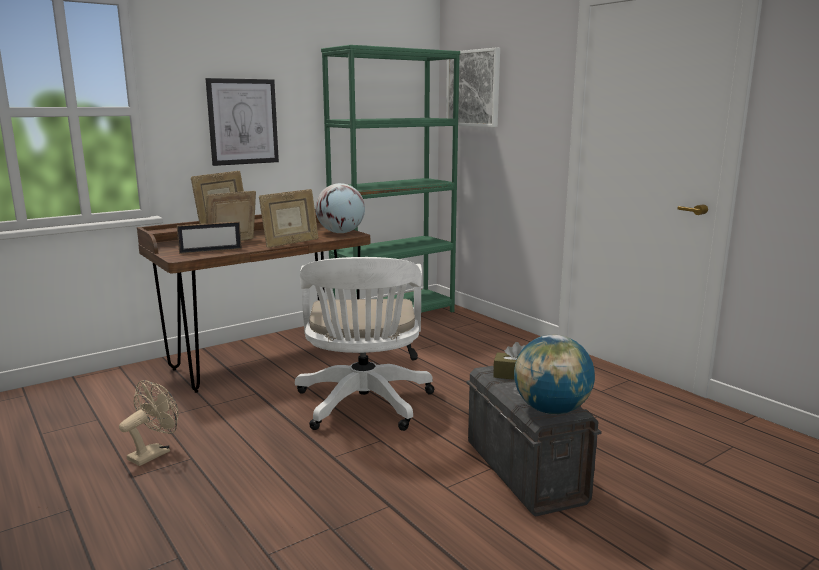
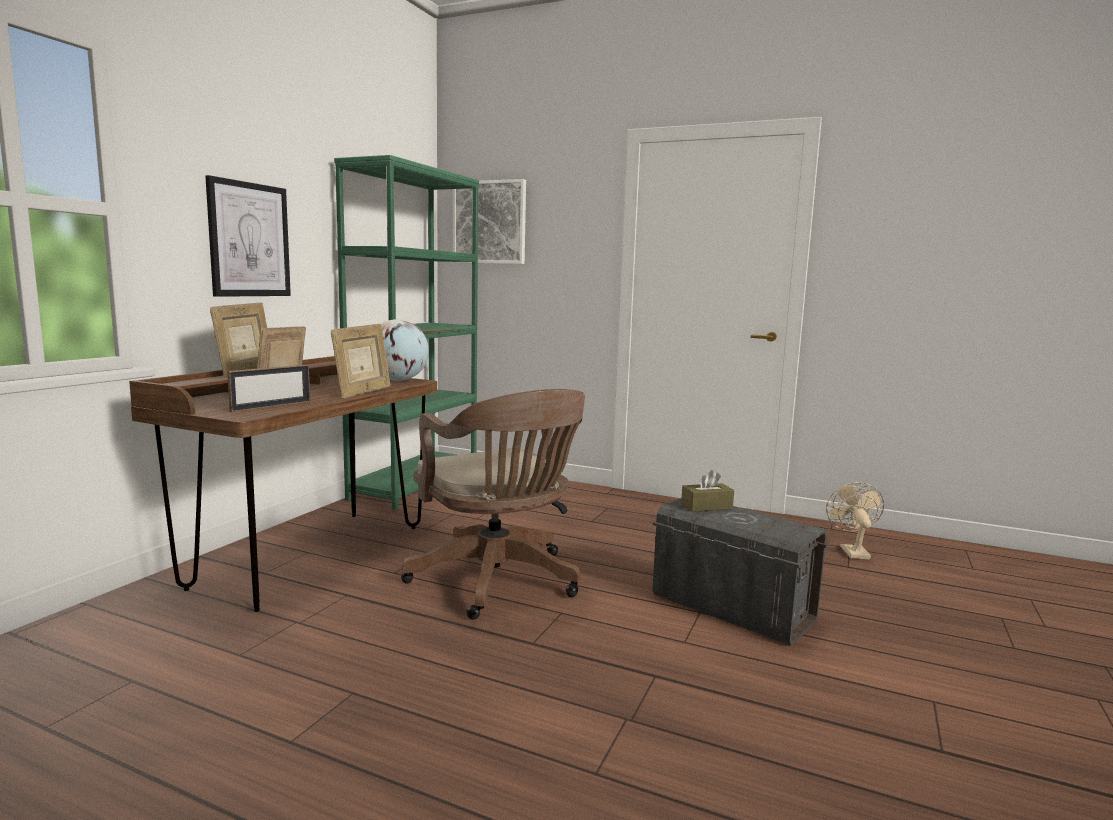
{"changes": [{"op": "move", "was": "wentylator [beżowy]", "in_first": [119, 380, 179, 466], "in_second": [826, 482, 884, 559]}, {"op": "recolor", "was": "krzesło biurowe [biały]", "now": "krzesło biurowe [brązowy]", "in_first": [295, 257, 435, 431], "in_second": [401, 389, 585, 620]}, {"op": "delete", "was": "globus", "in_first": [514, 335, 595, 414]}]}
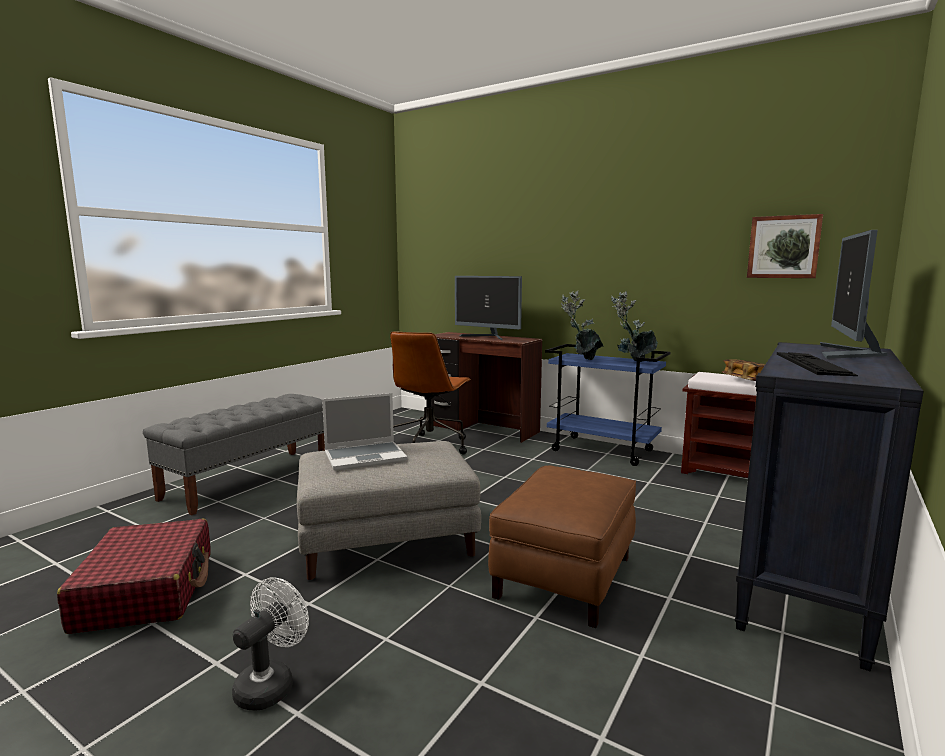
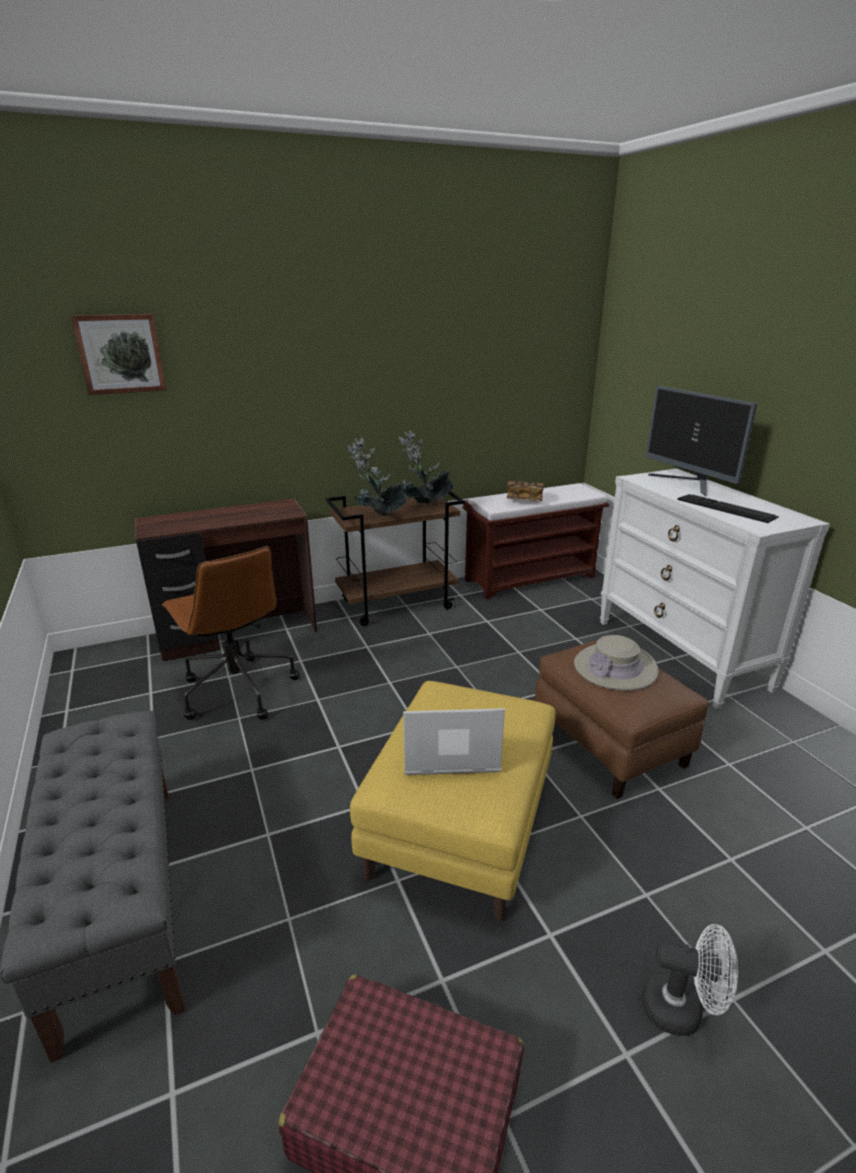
{"changes": [{"op": "rotate", "was": "wentylator [biały]", "in_first": [232, 577, 309, 710], "in_second": [641, 924, 738, 1036], "clockwise": 135}, {"op": "recolor", "was": "pufa [szary]", "now": "pufa [żółty]", "in_first": [297, 441, 481, 580], "in_second": [350, 681, 556, 920]}, {"op": "rotate", "was": "laptop", "in_first": [322, 393, 408, 471], "in_second": [403, 708, 505, 775], "clockwise": -105}, {"op": "delete", "was": "monitor", "in_first": [455, 276, 522, 340]}, {"op": "recolor", "was": "wózek [niebieski]", "now": "wózek [brązowy]", "in_first": [545, 344, 671, 466], "in_second": [325, 486, 465, 626]}, {"op": "recolor", "was": "komoda [czarny]", "now": "komoda [biały]", "in_first": [735, 342, 924, 671], "in_second": [600, 468, 830, 709]}, {"op": "move", "was": "obraz", "in_first": [747, 214, 823, 278], "in_second": [71, 314, 166, 395]}, {"op": "insert", "now": "kapelusz [beżowy]", "in_second": [574, 635, 658, 691]}]}
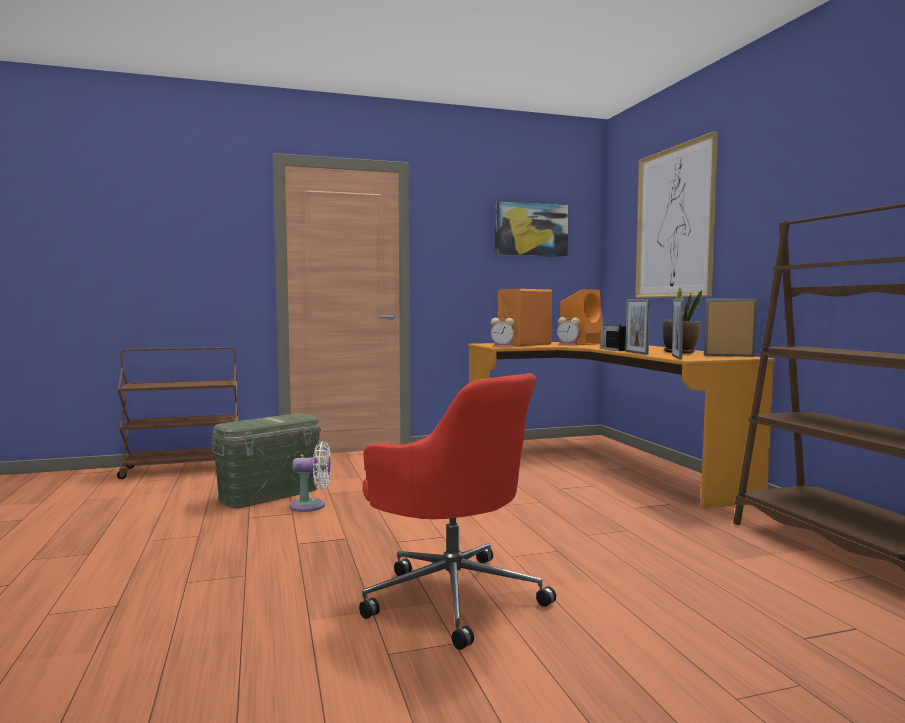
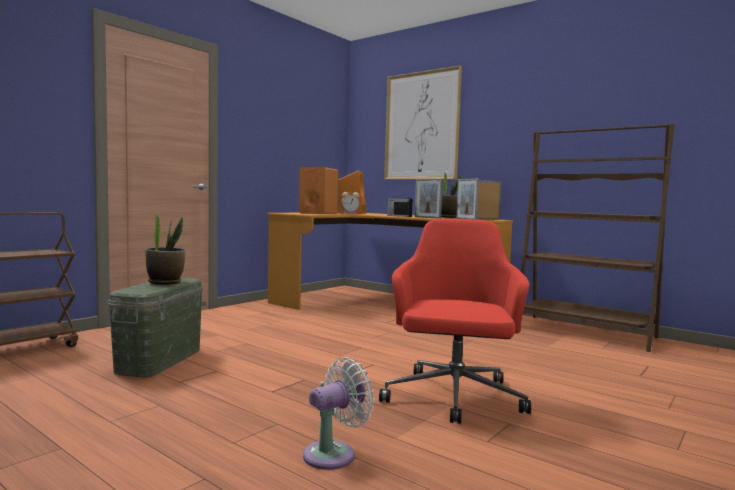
{"changes": [{"op": "move", "was": "wentylator [biały]", "in_first": [289, 442, 331, 512], "in_second": [303, 357, 375, 470]}, {"op": "rotate", "was": "krzesło biurowe [czerwony]", "in_first": [359, 374, 556, 650], "in_second": [379, 219, 531, 424], "clockwise": -90}, {"op": "delete", "was": "budzik", "in_first": [491, 318, 514, 347]}, {"op": "delete", "was": "obraz", "in_first": [495, 201, 568, 257]}, {"op": "insert", "now": "roślina doniczkowa", "in_second": [146, 213, 186, 285]}]}
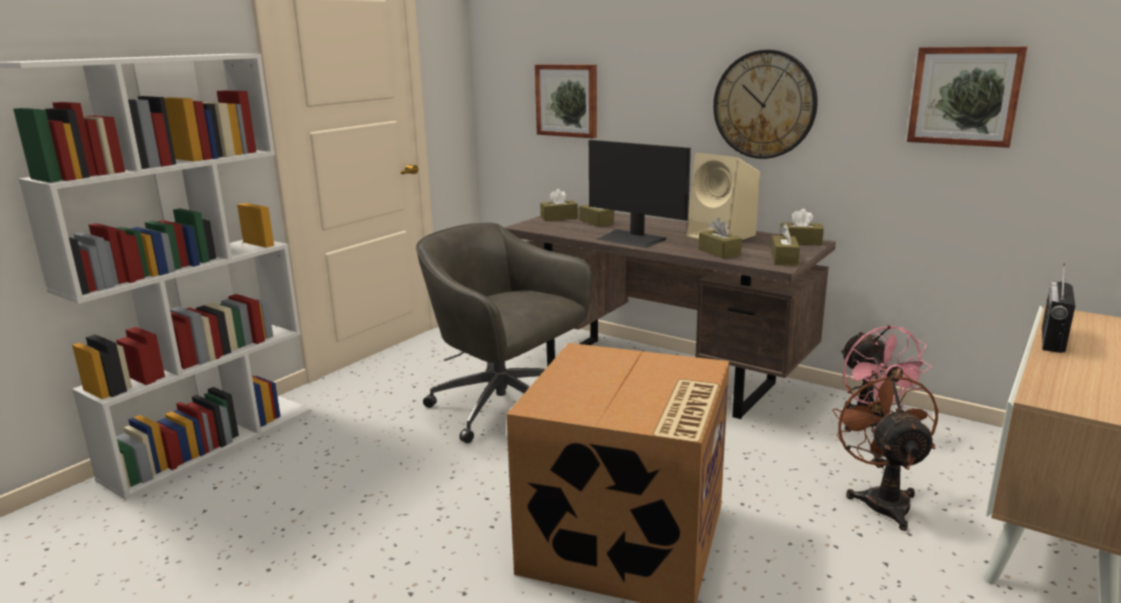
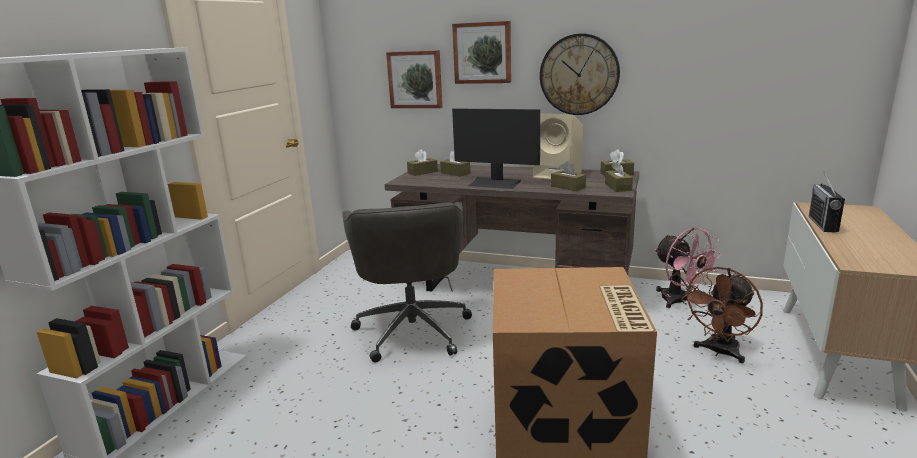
{"changes": [{"op": "rotate", "was": "krzesło biurowe [szary]", "in_first": [416, 222, 592, 443], "in_second": [342, 202, 472, 363], "clockwise": -120}, {"op": "rotate", "was": "wentylator [brązowy]", "in_first": [832, 370, 938, 531], "in_second": [681, 267, 763, 363], "clockwise": -120}, {"op": "move", "was": "obraz", "in_first": [907, 46, 1028, 148], "in_second": [452, 21, 511, 84]}]}
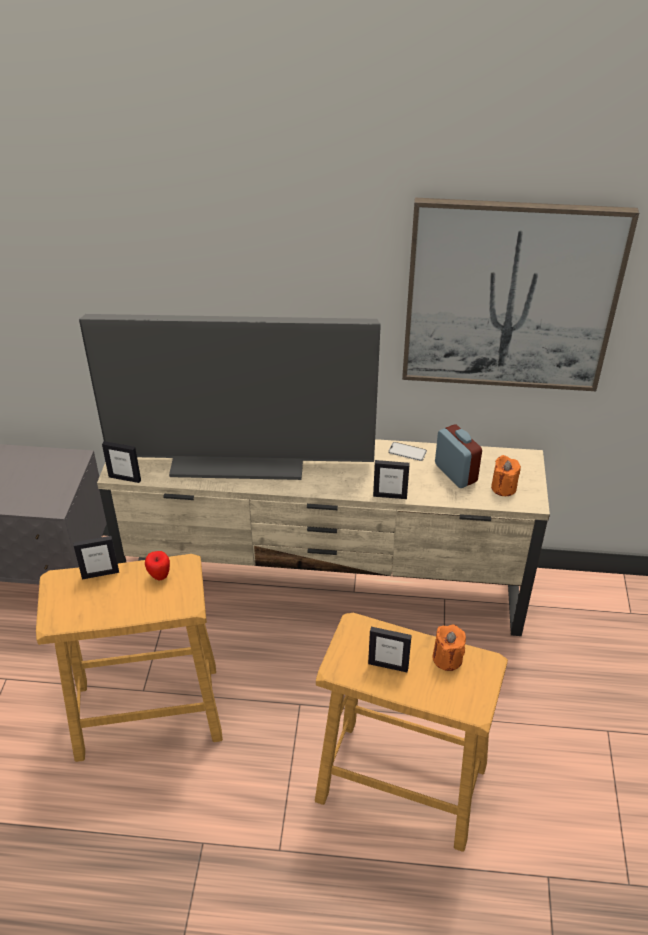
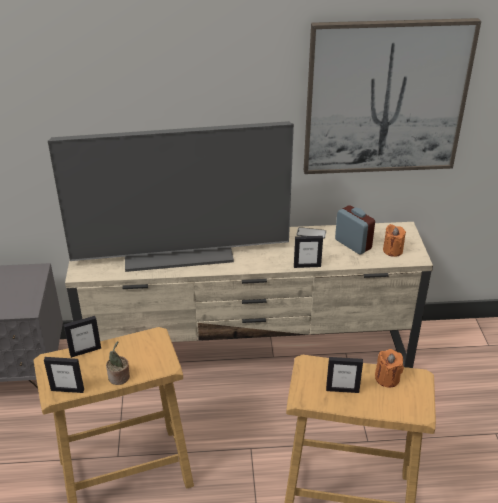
{"changes": [{"op": "move", "was": "ramka na zdjęcie", "in_first": [102, 441, 141, 483], "in_second": [44, 357, 84, 393]}, {"op": "delete", "was": "jabłko", "in_first": [145, 551, 170, 581]}, {"op": "insert", "now": "roślina doniczkowa", "in_second": [106, 341, 130, 385]}]}
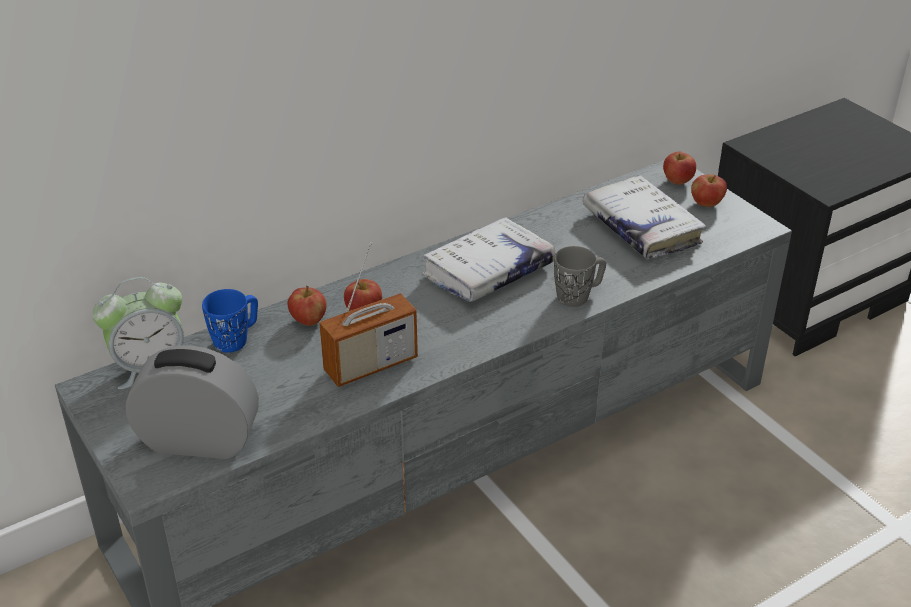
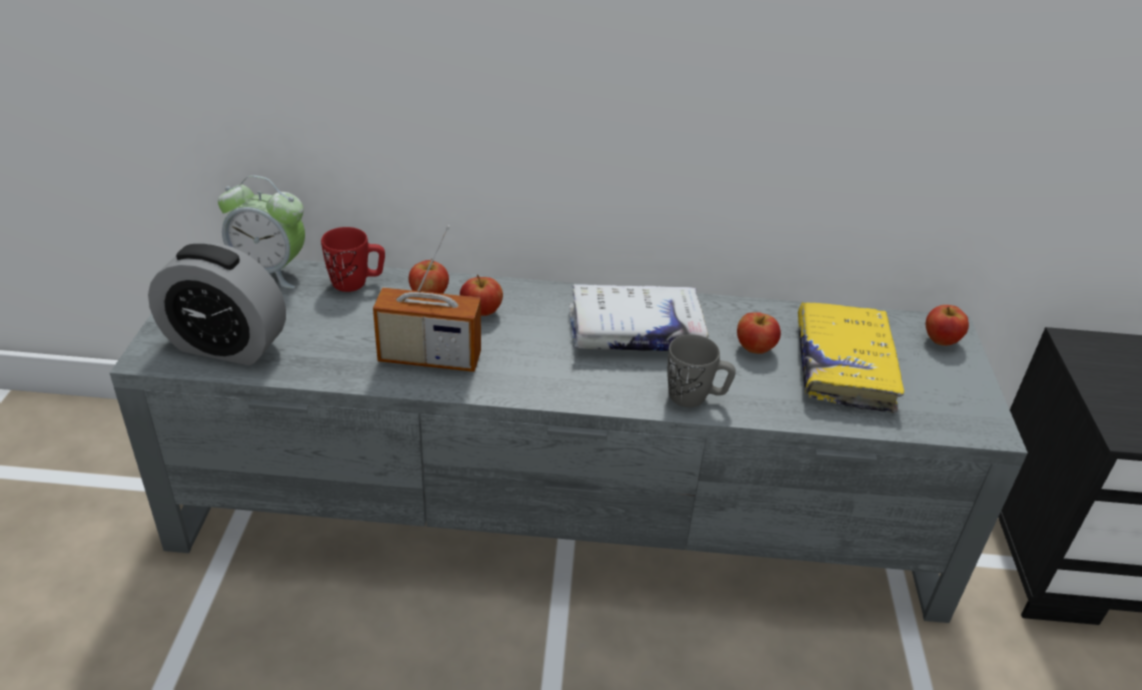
{"changes": [{"op": "rotate", "was": "budzik", "in_first": [126, 345, 259, 459], "in_second": [148, 242, 286, 366], "clockwise": 150}, {"op": "recolor", "was": "kubek [niebieski]", "now": "kubek [czerwony]", "in_first": [202, 289, 258, 353], "in_second": [321, 227, 385, 292]}, {"op": "recolor", "was": "książka [biały]", "now": "książka [żółty]", "in_first": [582, 175, 706, 259], "in_second": [798, 302, 904, 413]}, {"op": "move", "was": "jabłko", "in_first": [691, 174, 727, 207], "in_second": [737, 312, 781, 354]}]}
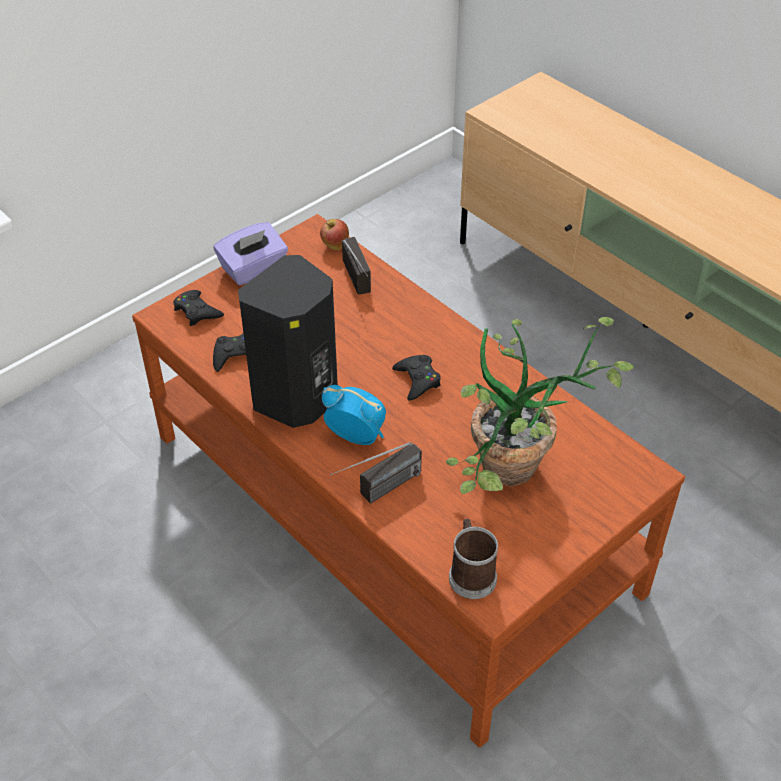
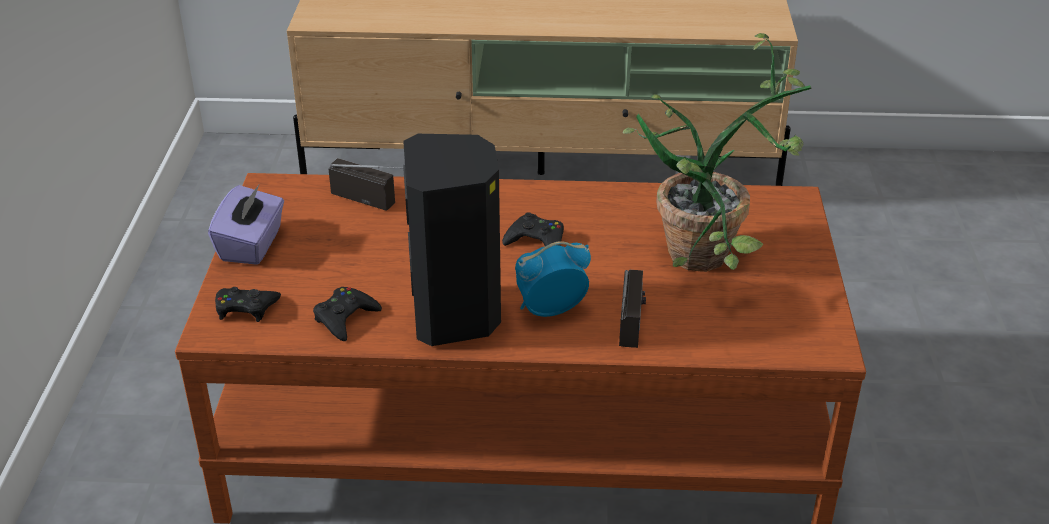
{"changes": [{"op": "delete", "was": "jabłko", "in_first": [320, 219, 349, 250]}, {"op": "delete", "was": "kubek", "in_first": [449, 519, 498, 599]}]}
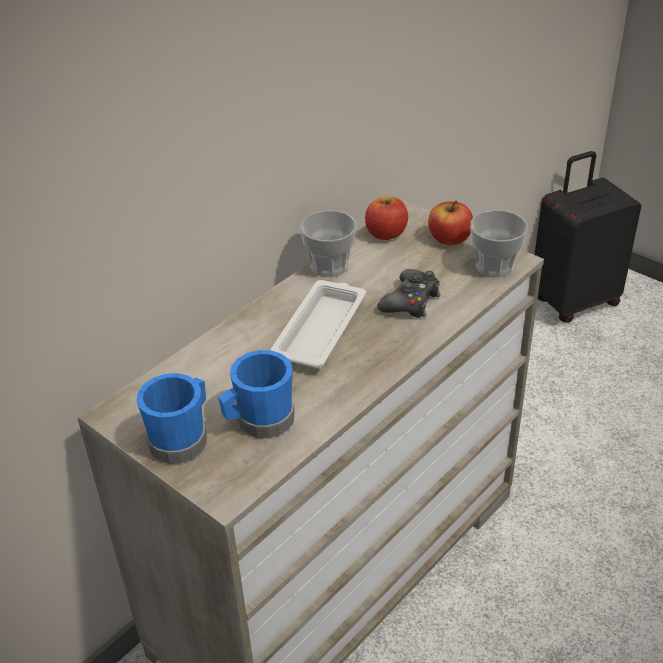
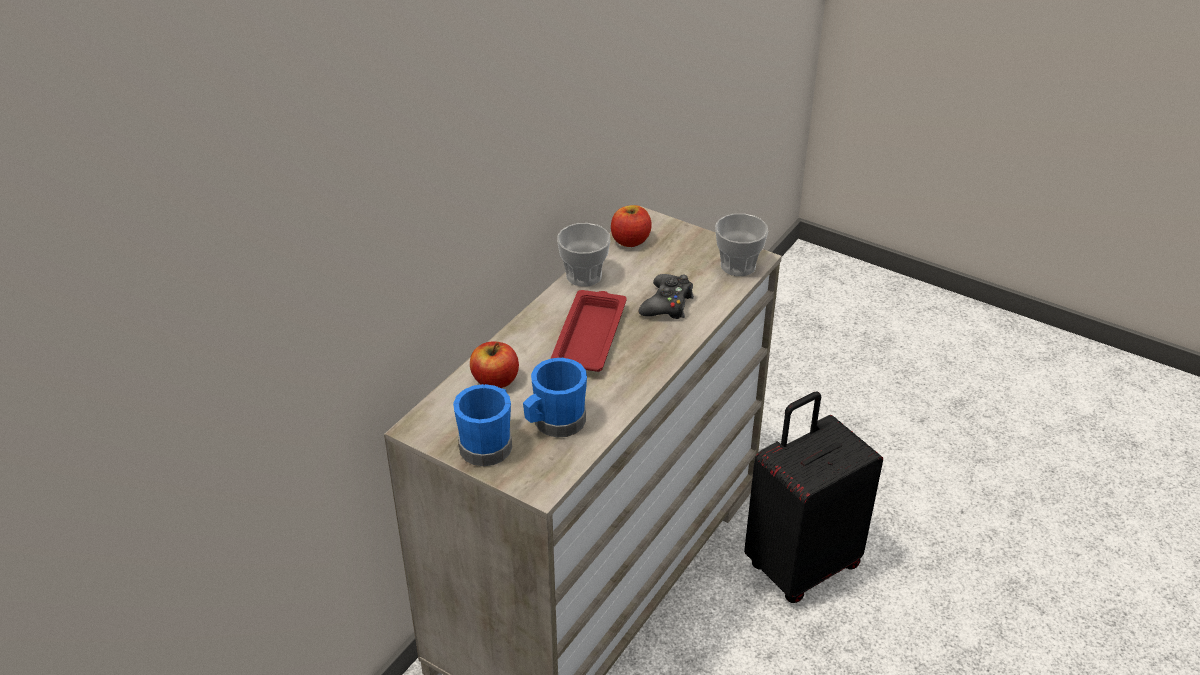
{"changes": [{"op": "recolor", "was": "taca [biały]", "now": "taca [czerwony]", "in_first": [270, 280, 366, 369], "in_second": [550, 290, 627, 372]}, {"op": "move", "was": "jabłko", "in_first": [428, 200, 473, 245], "in_second": [470, 341, 519, 388]}, {"op": "move", "was": "walizka [czarny]", "in_first": [535, 151, 641, 323], "in_second": [744, 391, 883, 603]}]}
